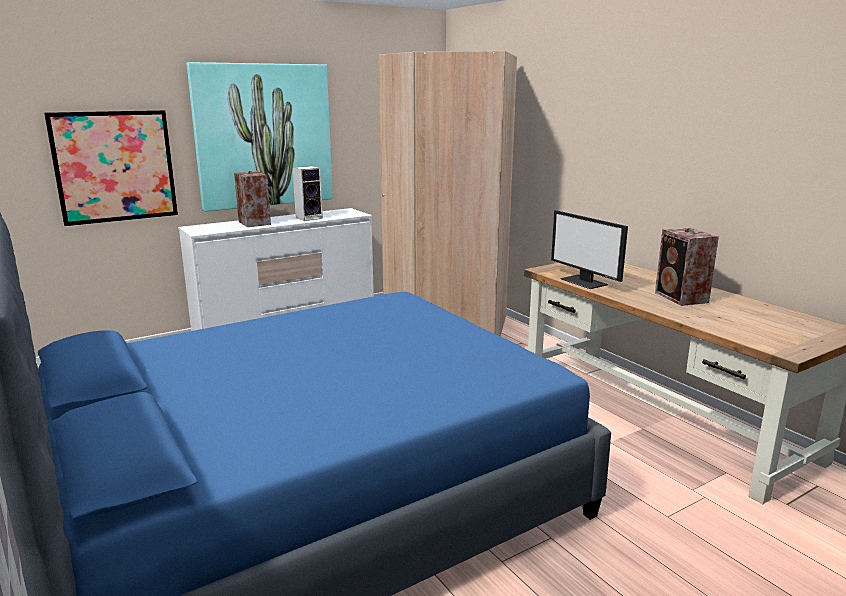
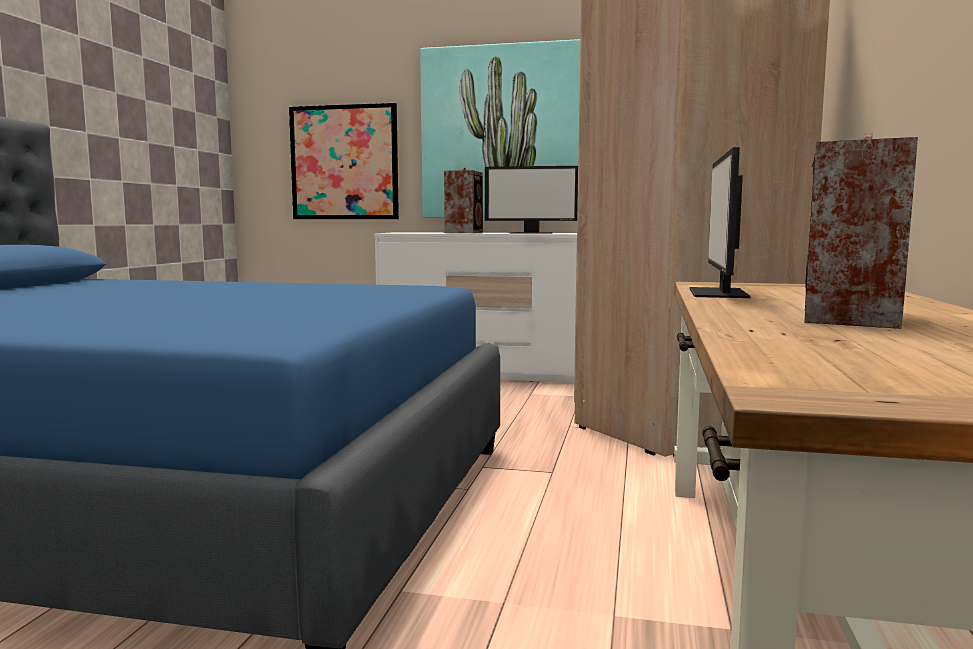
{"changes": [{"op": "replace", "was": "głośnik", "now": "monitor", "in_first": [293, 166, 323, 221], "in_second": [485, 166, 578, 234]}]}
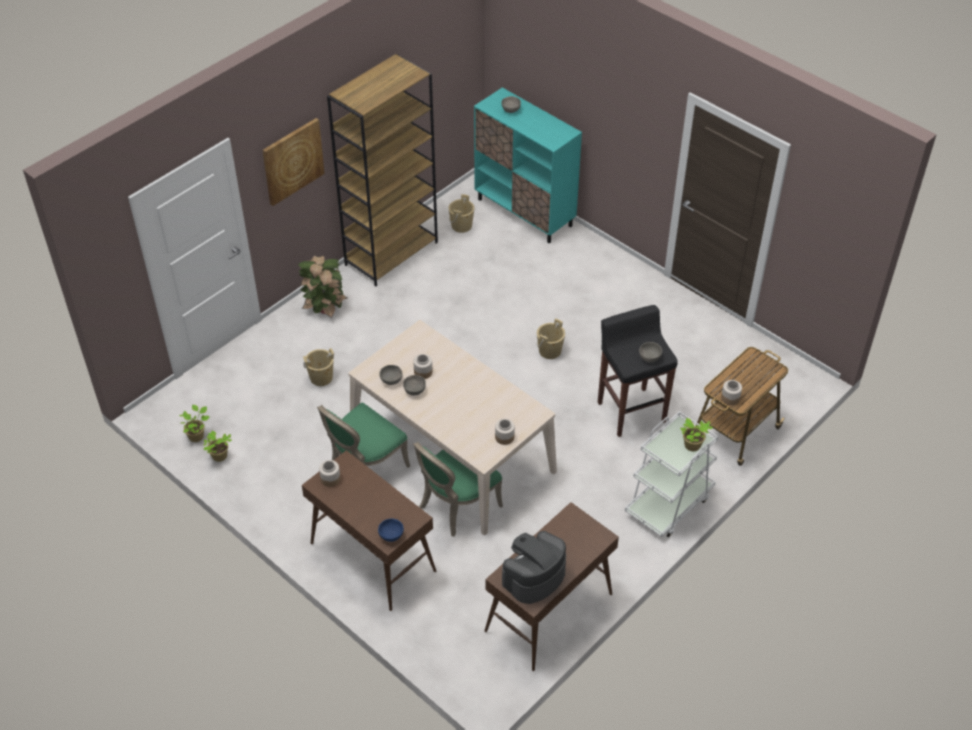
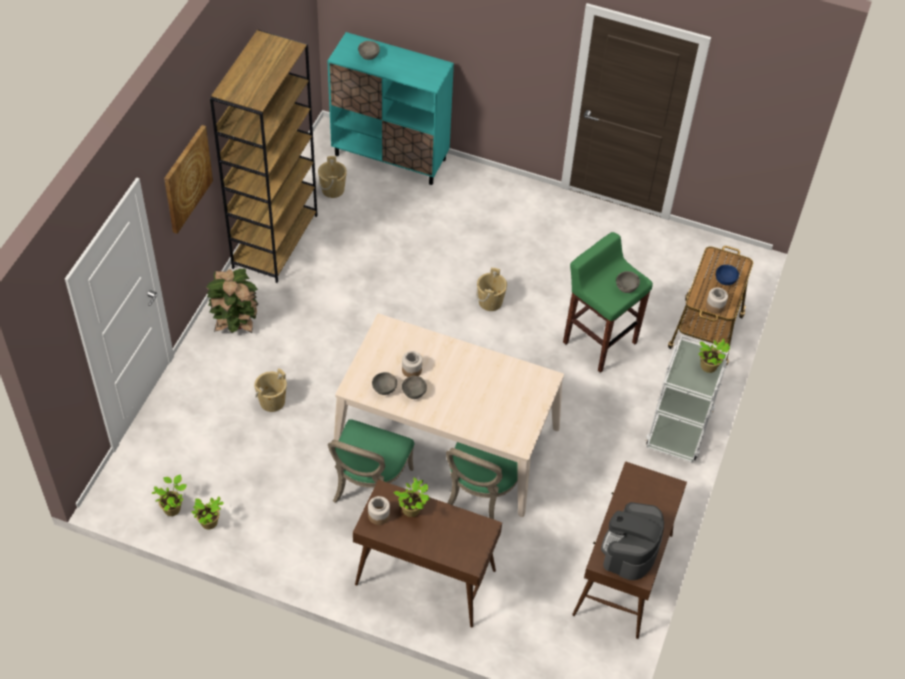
{"changes": [{"op": "move", "was": "miska [niebieski]", "in_first": [378, 518, 404, 542], "in_second": [716, 265, 739, 285]}, {"op": "delete", "was": "słoik", "in_first": [495, 419, 515, 445]}, {"op": "recolor", "was": "stołek [czarny]", "now": "stołek [zielony]", "in_first": [598, 305, 678, 437], "in_second": [563, 232, 653, 373]}, {"op": "insert", "now": "roślina doniczkowa", "in_second": [393, 477, 430, 517]}]}
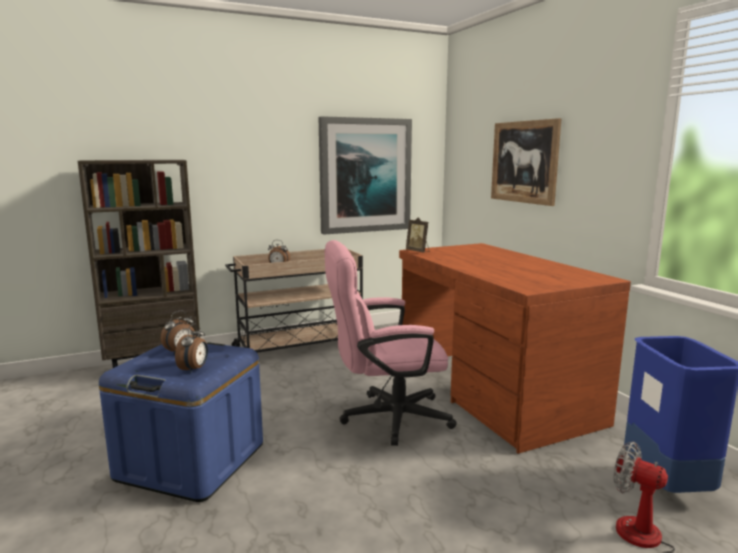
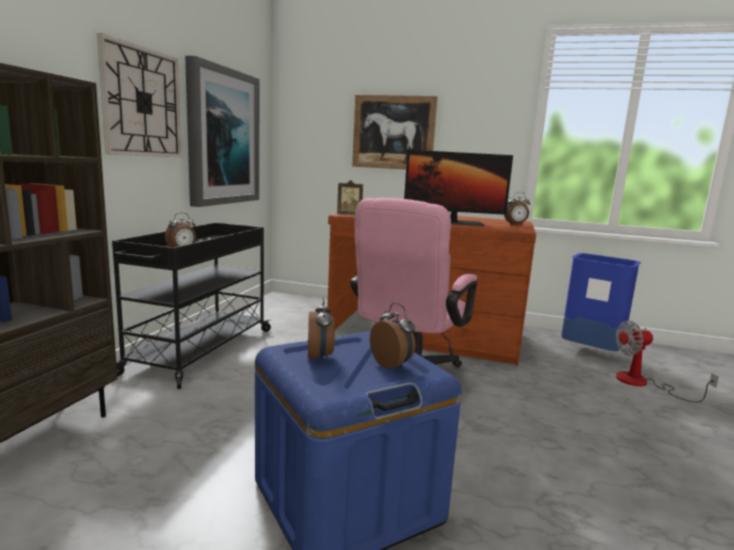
{"changes": [{"op": "recolor", "was": "wózek [beżowy]", "now": "wózek [czarny]", "in_first": [225, 249, 363, 353], "in_second": [112, 223, 272, 389]}, {"op": "insert", "now": "zegar ścienny", "in_second": [97, 33, 182, 157]}, {"op": "insert", "now": "monitor", "in_second": [404, 150, 513, 226]}, {"op": "insert", "now": "budzik", "in_second": [504, 192, 530, 225]}]}
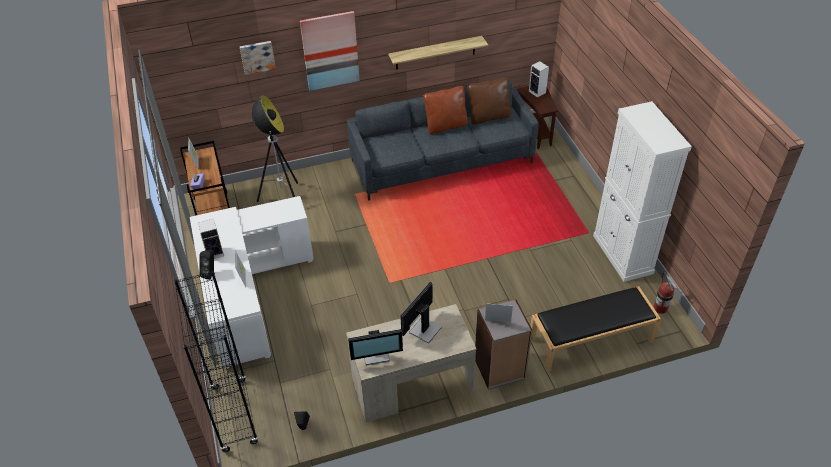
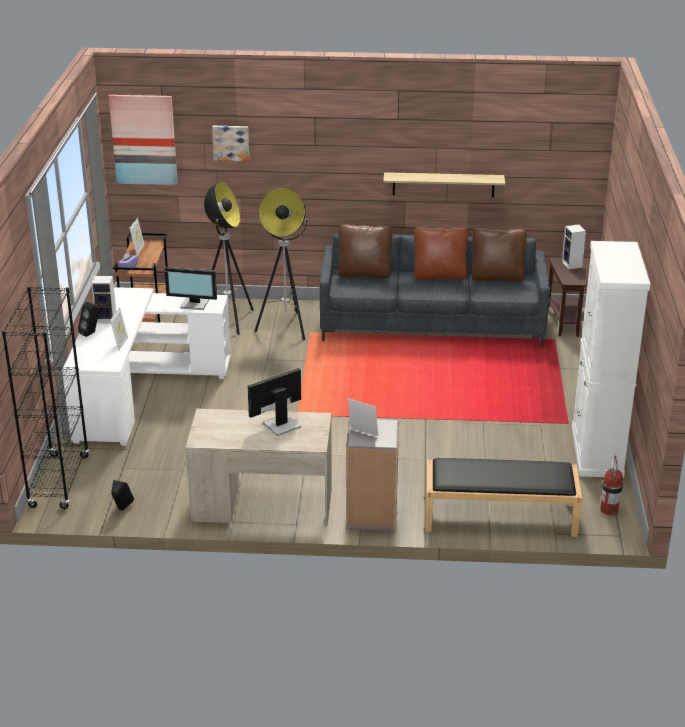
{"changes": [{"op": "move", "was": "obraz", "in_first": [300, 11, 360, 91], "in_second": [109, 95, 178, 185]}, {"op": "move", "was": "monitor", "in_first": [348, 329, 403, 366], "in_second": [164, 267, 217, 310]}, {"op": "insert", "now": "lampa stojąca", "in_second": [255, 188, 308, 340]}, {"op": "insert", "now": "poduszka [brązowy]", "in_second": [338, 224, 392, 279]}]}
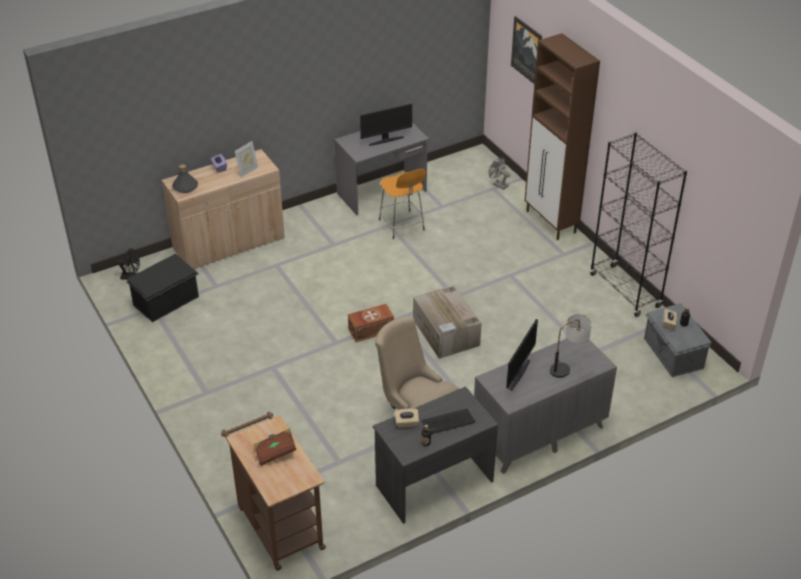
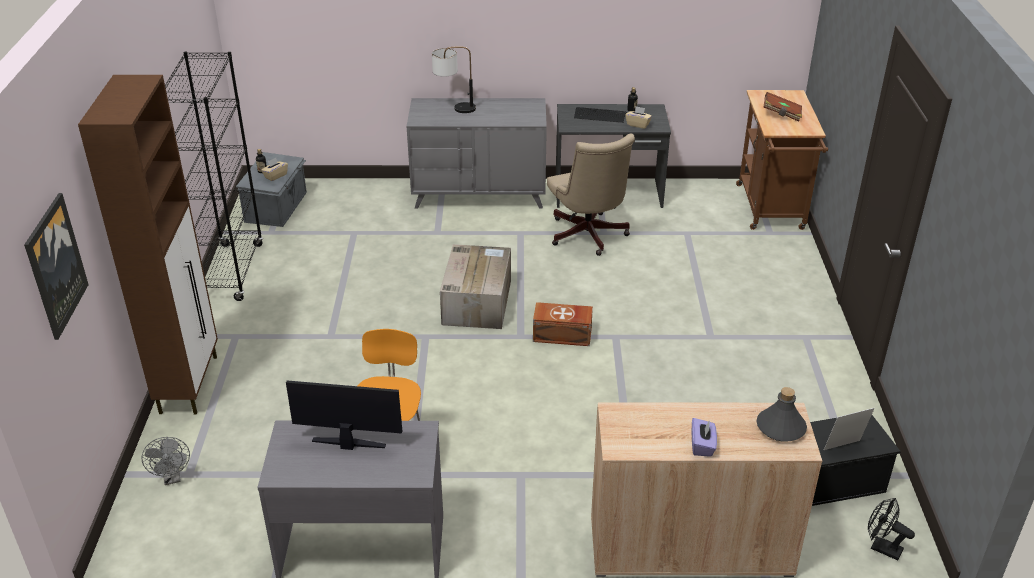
{"changes": [{"op": "move", "was": "ramka na zdjęcie", "in_first": [235, 141, 258, 177], "in_second": [824, 408, 875, 450]}, {"op": "delete", "was": "monitor", "in_first": [506, 319, 538, 391]}]}
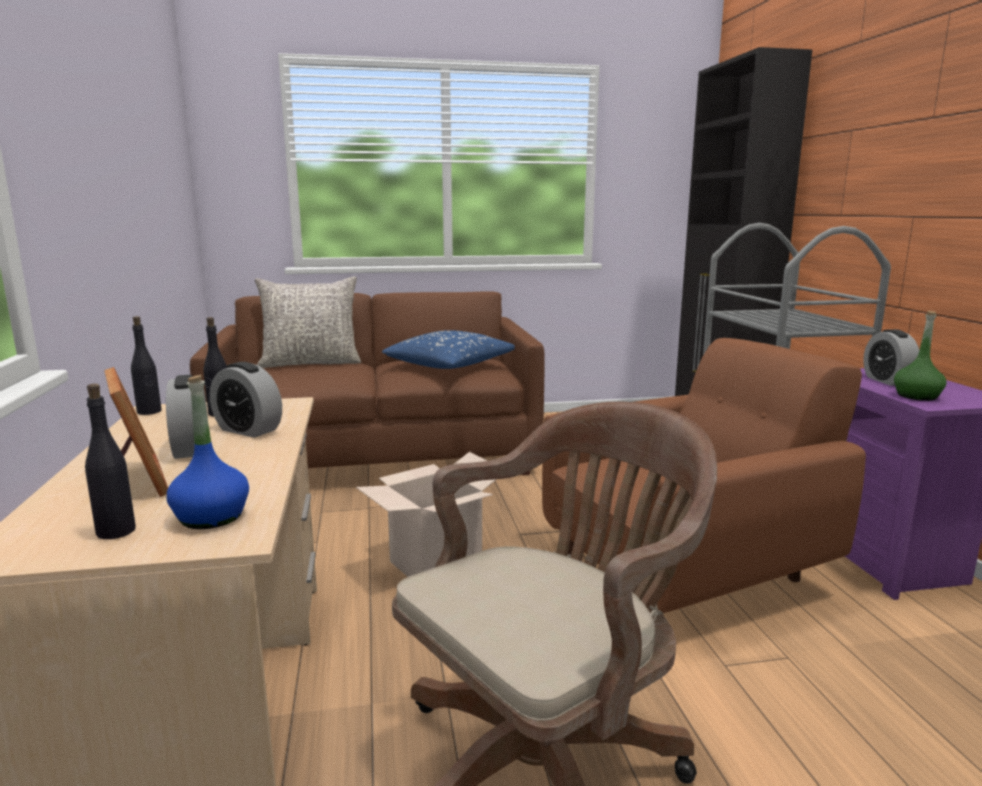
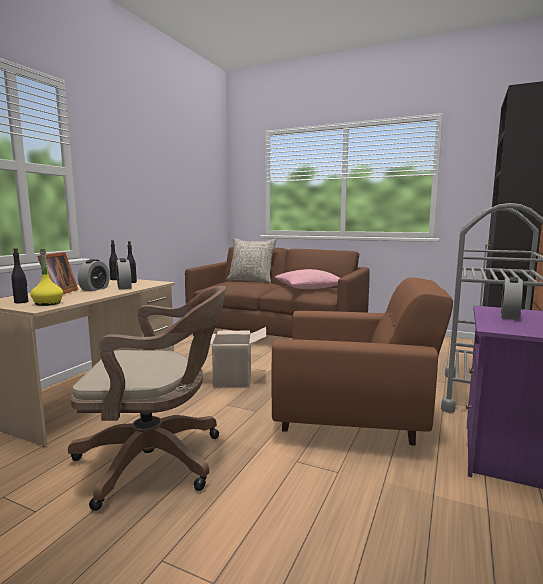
{"changes": [{"op": "recolor", "was": "butelka [niebieski]", "now": "butelka [żółty]", "in_first": [167, 375, 249, 529], "in_second": [30, 249, 63, 306]}, {"op": "recolor", "was": "poduszka [niebieski]", "now": "poduszka [różowy]", "in_first": [382, 330, 515, 369], "in_second": [275, 269, 340, 289]}, {"op": "delete", "was": "butelka [zielony]", "in_first": [894, 311, 946, 401]}]}
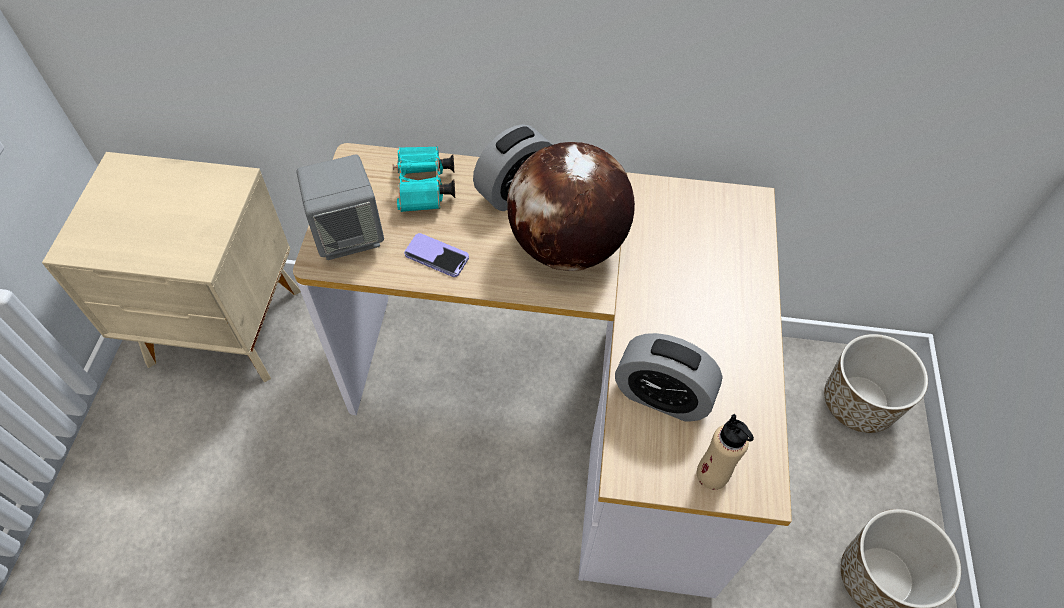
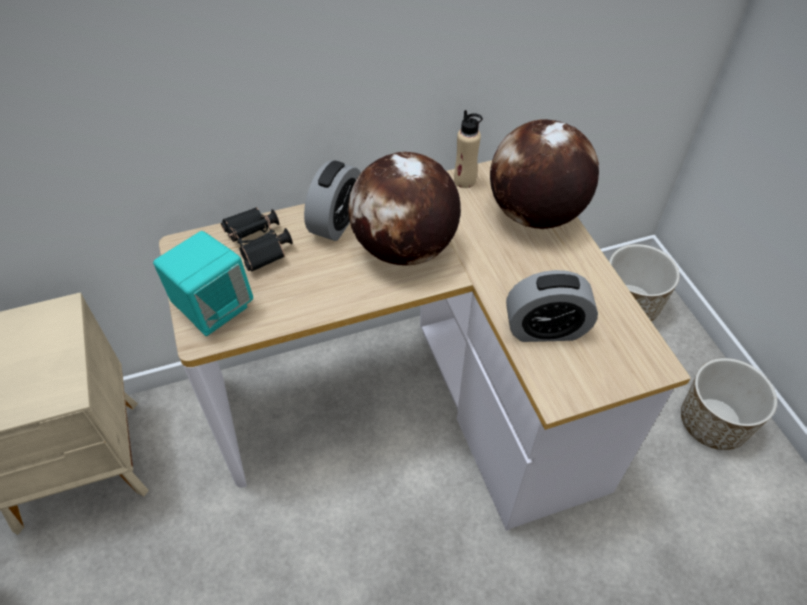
{"changes": [{"op": "recolor", "was": "głośnik [szary]", "now": "głośnik [turkusowy]", "in_first": [297, 154, 384, 260], "in_second": [153, 231, 253, 336]}, {"op": "recolor", "was": "lornetka [turkusowy]", "now": "lornetka [czarny]", "in_first": [393, 146, 455, 212], "in_second": [221, 207, 293, 272]}, {"op": "delete", "was": "telefon", "in_first": [404, 233, 469, 277]}, {"op": "move", "was": "butelka [beżowy]", "in_first": [697, 414, 754, 490], "in_second": [454, 110, 483, 188]}, {"op": "insert", "now": "globus", "in_second": [490, 119, 599, 229]}]}
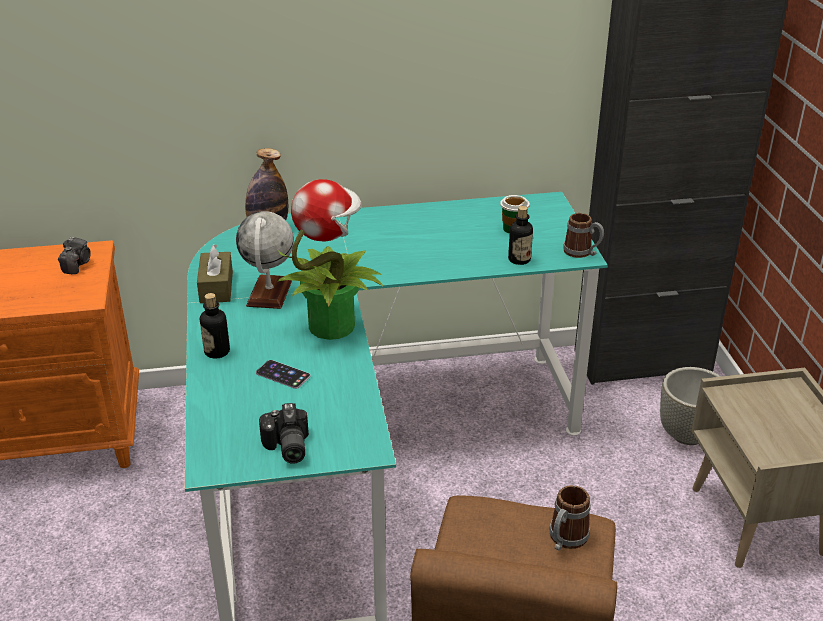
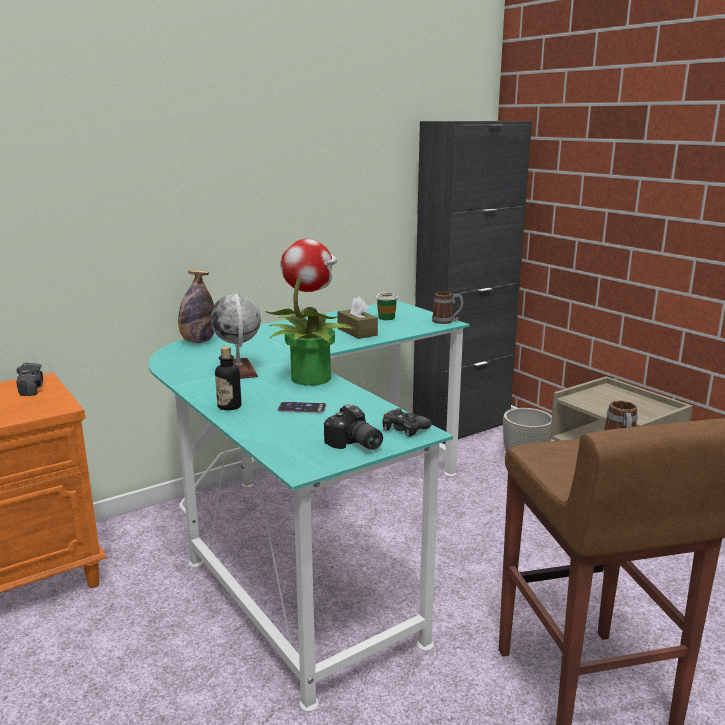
{"changes": [{"op": "move", "was": "pudełko chusteczek [brązowy]", "in_first": [197, 244, 233, 303], "in_second": [337, 296, 378, 339]}, {"op": "delete", "was": "butelka", "in_first": [508, 206, 533, 265]}, {"op": "insert", "now": "pad do gier [czarny]", "in_second": [382, 408, 432, 437]}]}
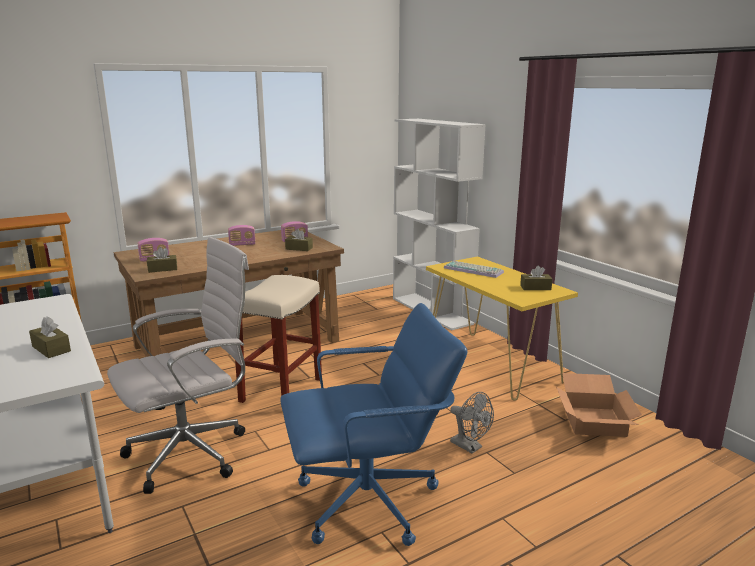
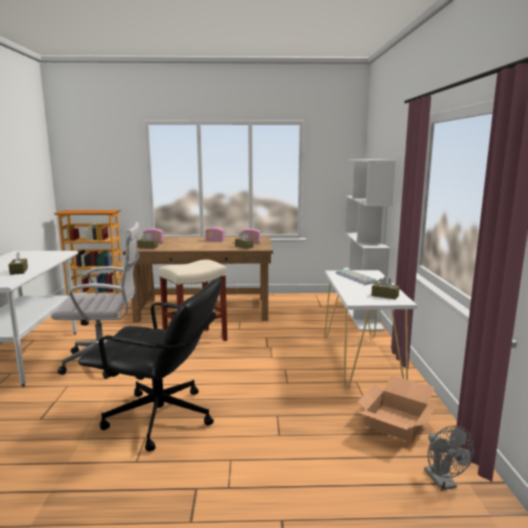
{"changes": [{"op": "recolor", "was": "krzesło biurowe [niebieski]", "now": "krzesło biurowe [czarny]", "in_first": [280, 303, 467, 546], "in_second": [78, 278, 222, 452]}, {"op": "recolor", "was": "stolik konsolowy [żółty]", "now": "stolik konsolowy [biały]", "in_first": [426, 256, 578, 401], "in_second": [324, 270, 417, 389]}, {"op": "move", "was": "wentylator [szary]", "in_first": [450, 392, 494, 454], "in_second": [424, 426, 474, 491]}]}
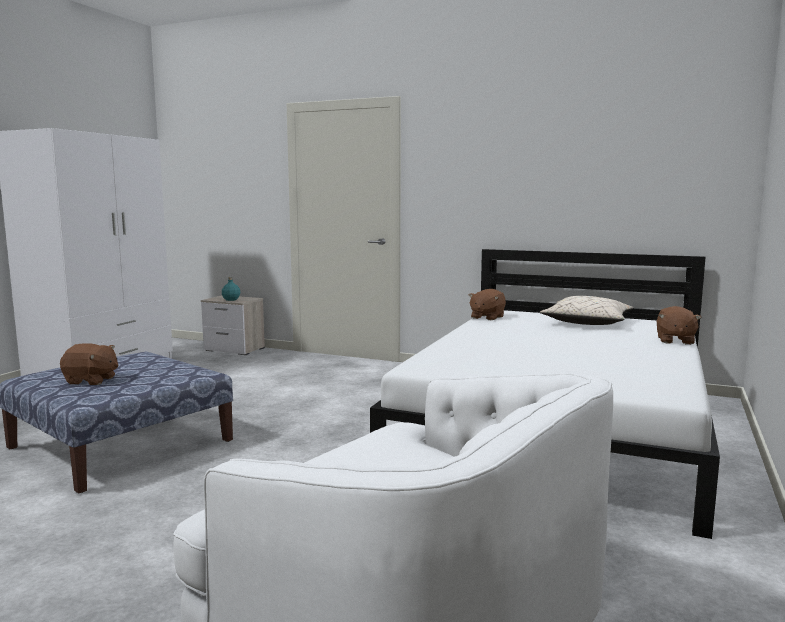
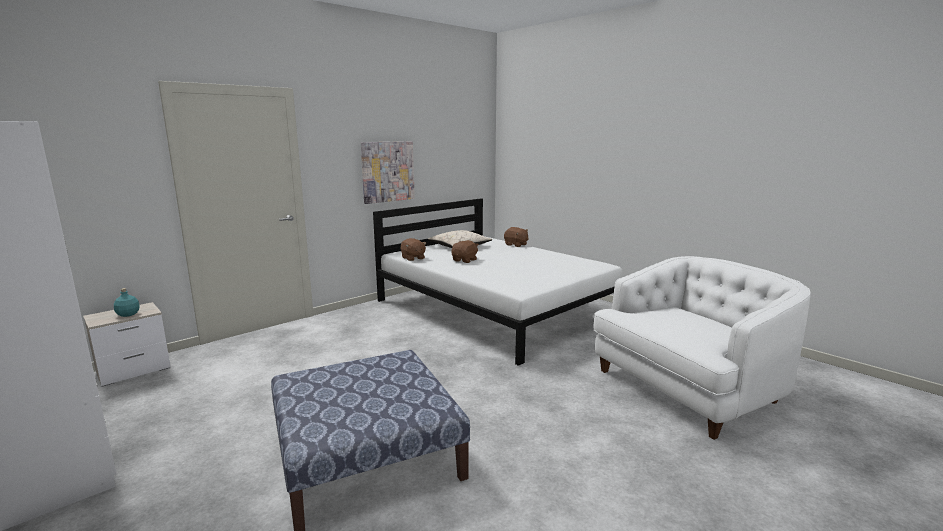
{"changes": [{"op": "move", "was": "pluszak [brązowy]", "in_first": [60, 343, 118, 385], "in_second": [451, 240, 479, 263]}, {"op": "insert", "now": "obraz", "in_second": [361, 141, 415, 204]}]}
